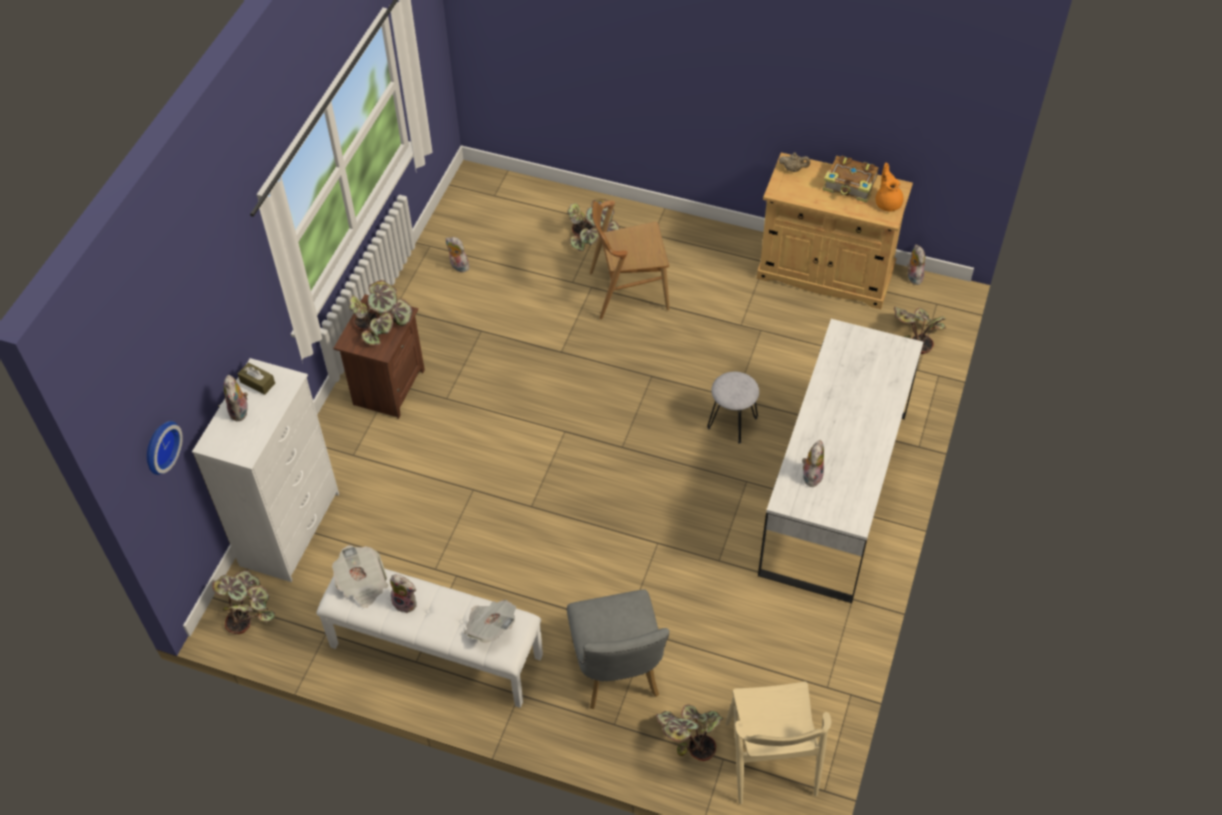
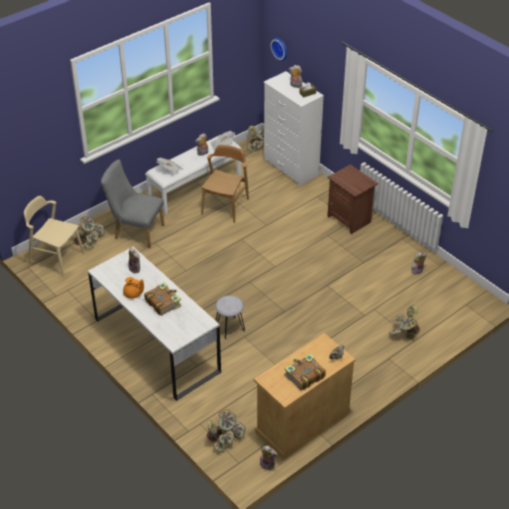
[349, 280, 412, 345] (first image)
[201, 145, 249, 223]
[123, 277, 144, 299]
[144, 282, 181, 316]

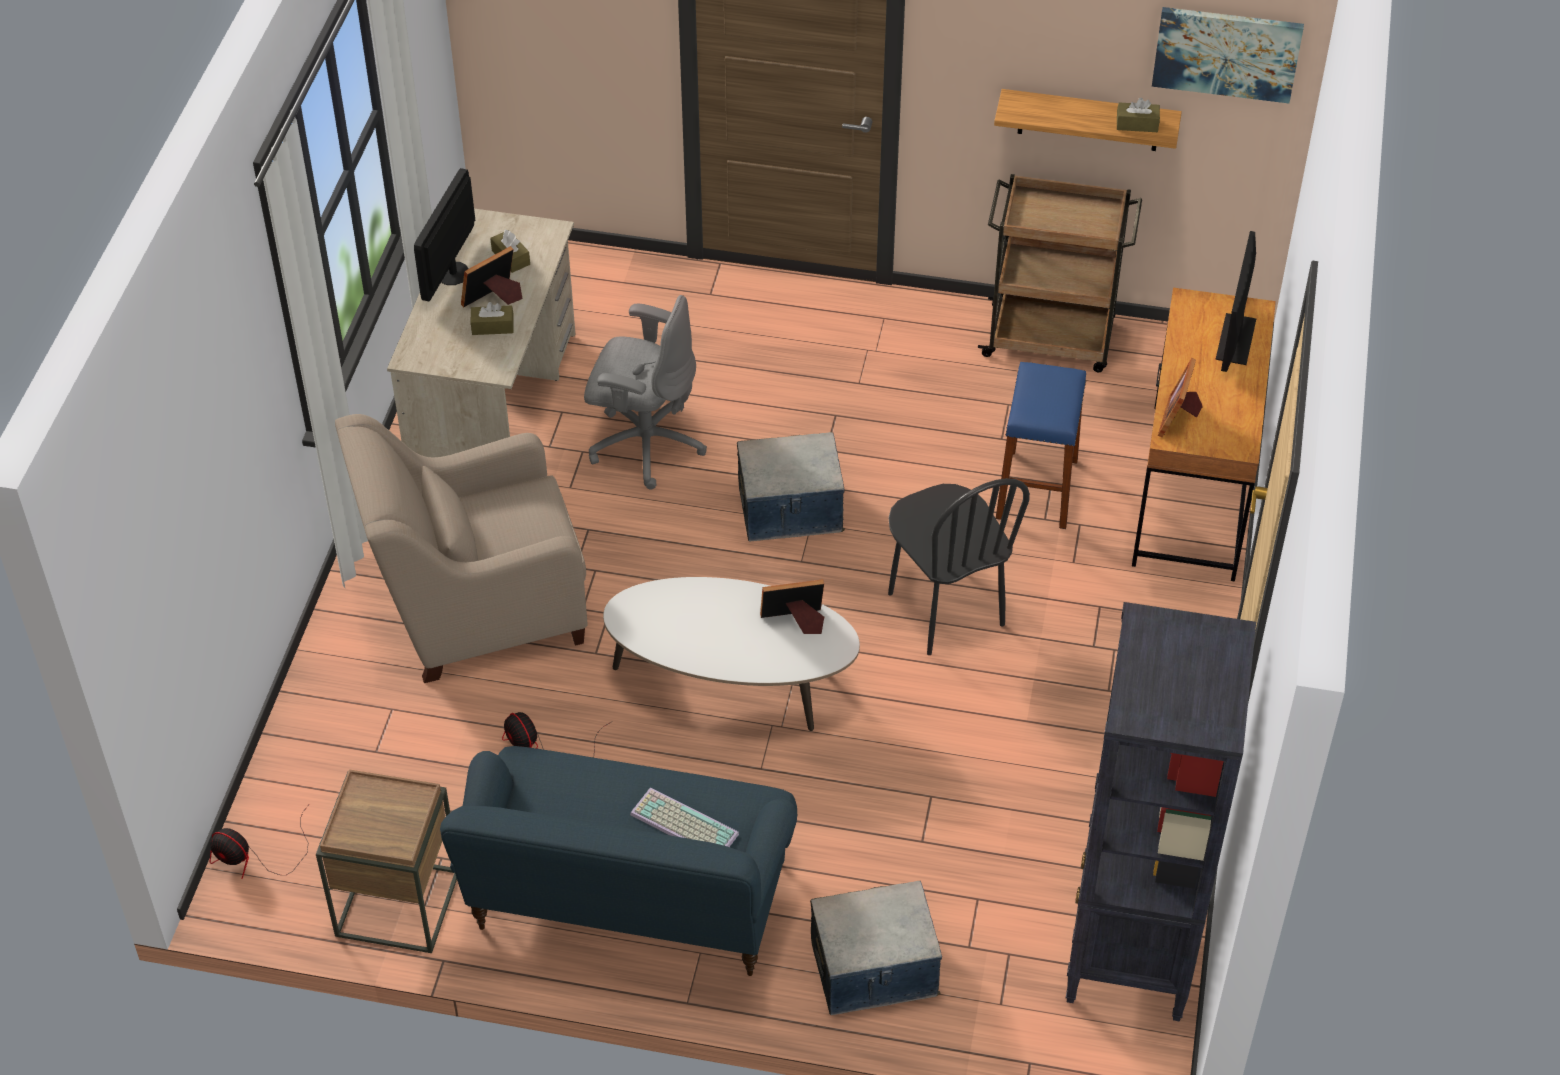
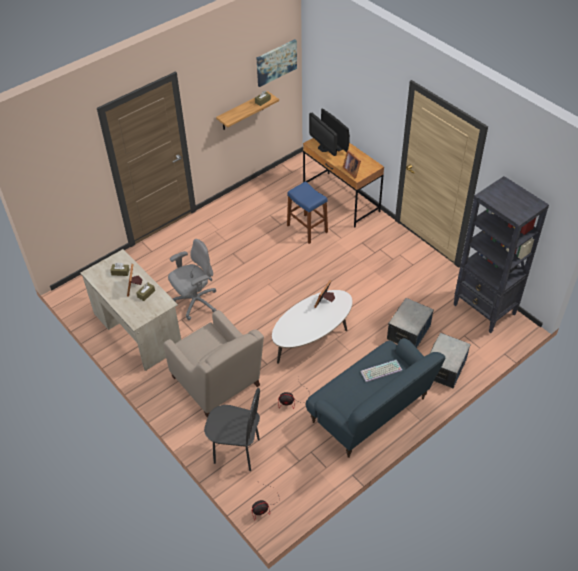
[316, 769, 457, 953] (first image)
[164, 310, 264, 418]
[309, 112, 337, 156]
[387, 298, 434, 348]
[204, 388, 260, 471]
[978, 174, 1142, 372] (first image)

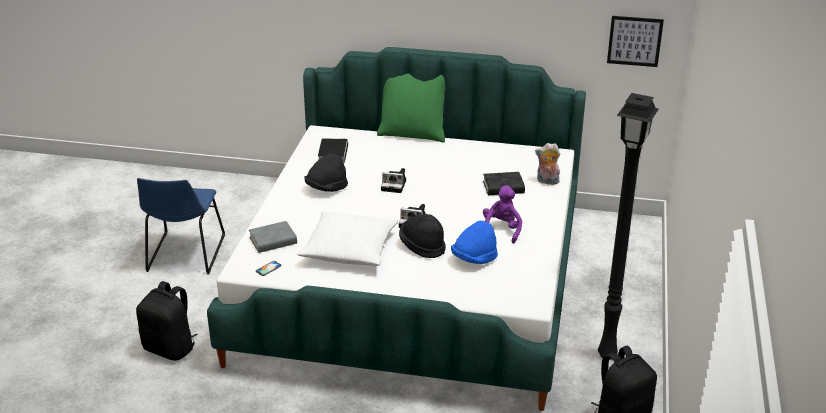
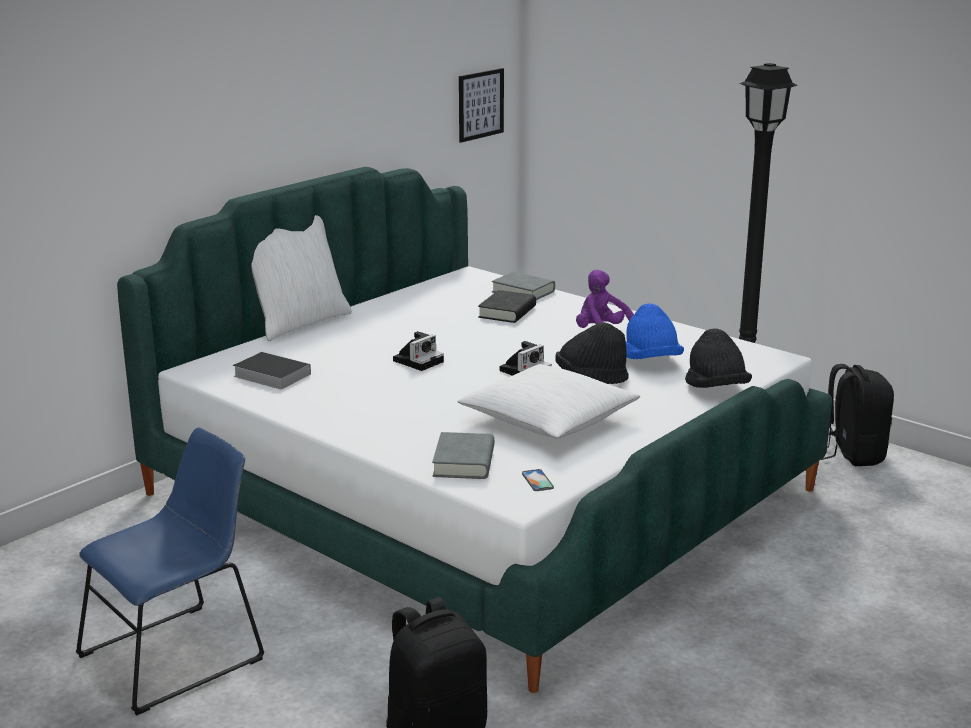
[76, 427, 264, 715]
[685, 328, 752, 388]
[251, 215, 352, 341]
[492, 272, 555, 300]

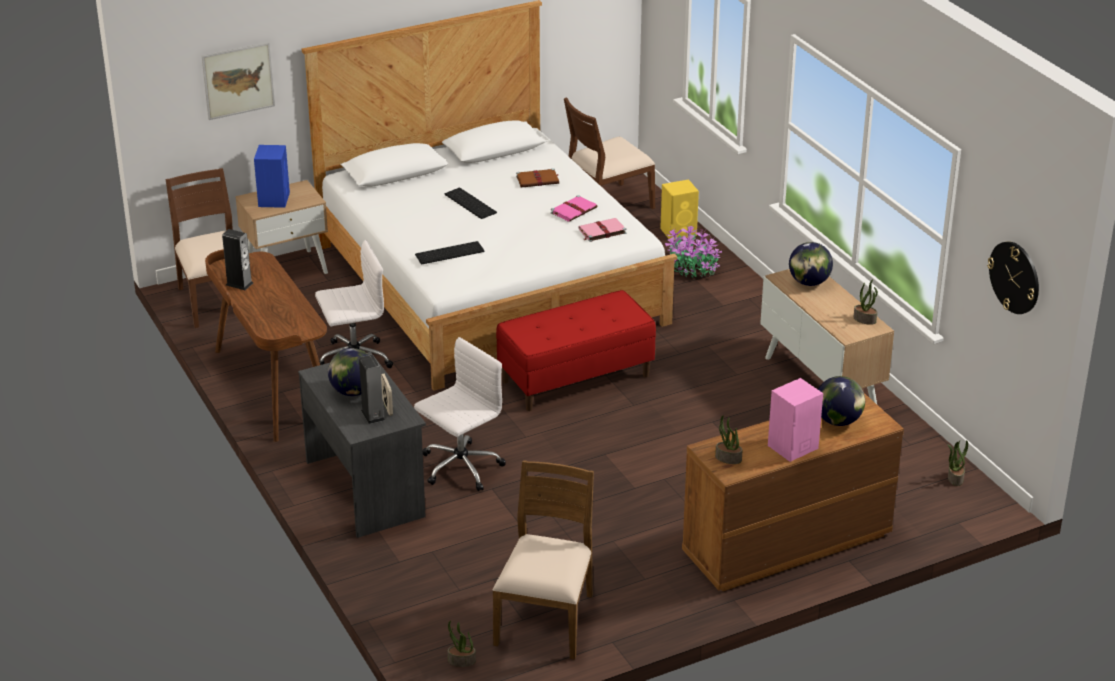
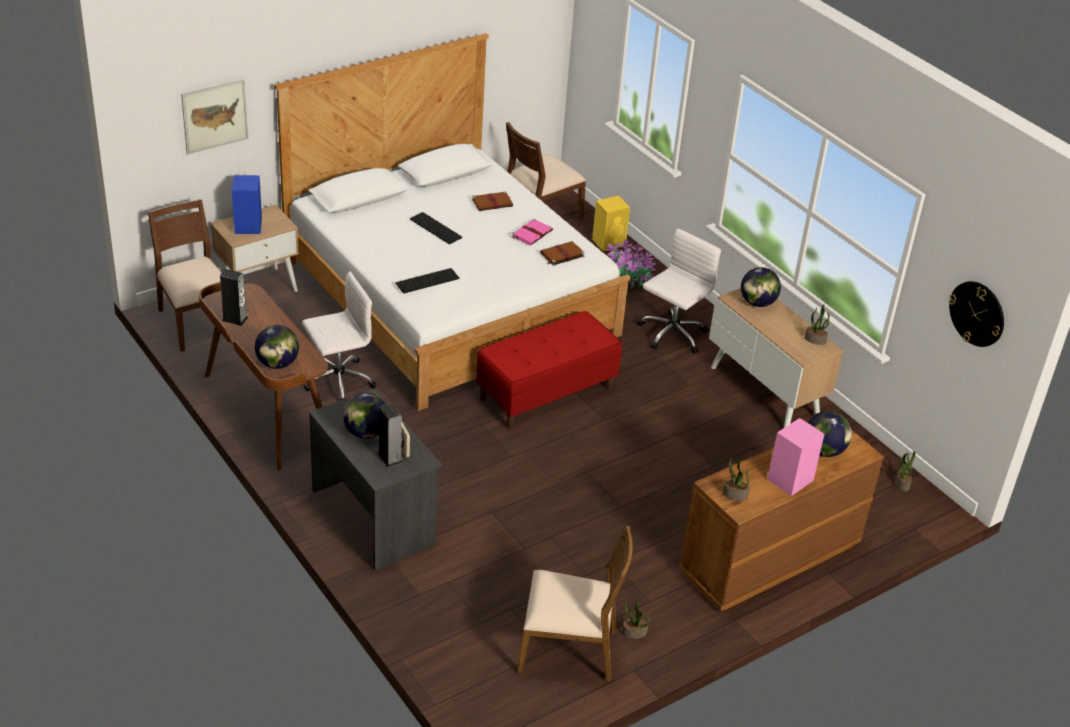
[638, 228, 721, 353]
[622, 599, 650, 639]
[517, 526, 633, 682]
[540, 241, 585, 266]
[255, 325, 299, 369]

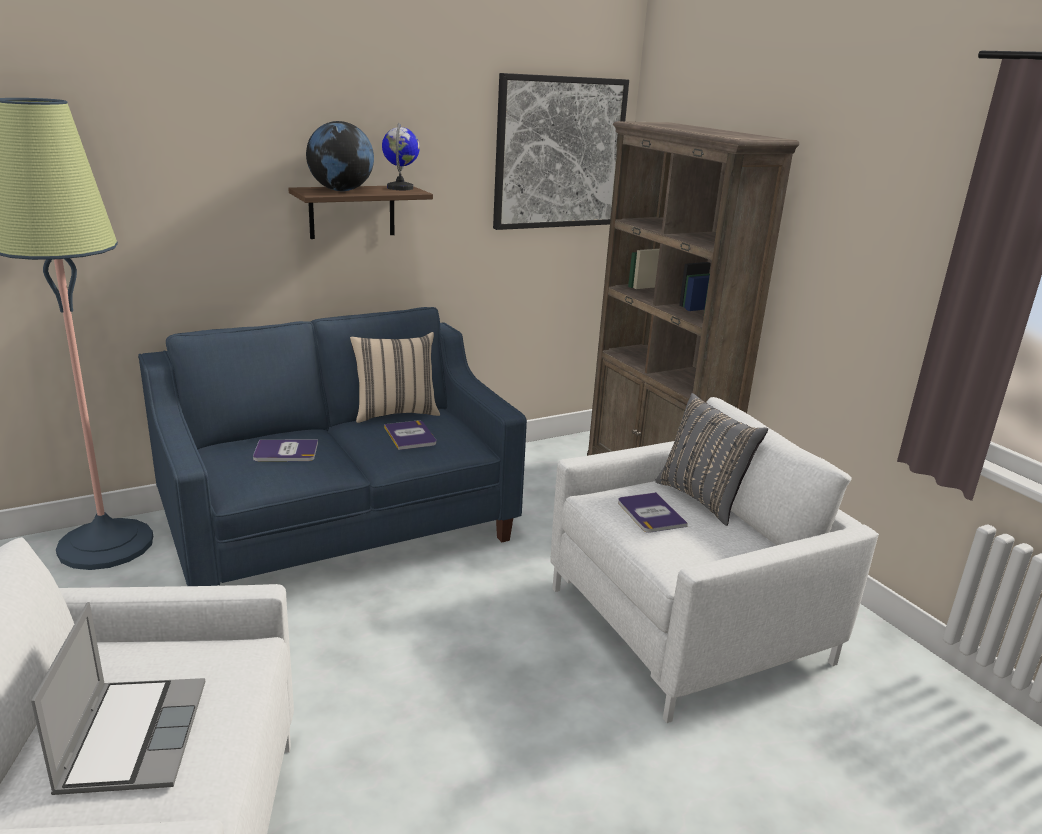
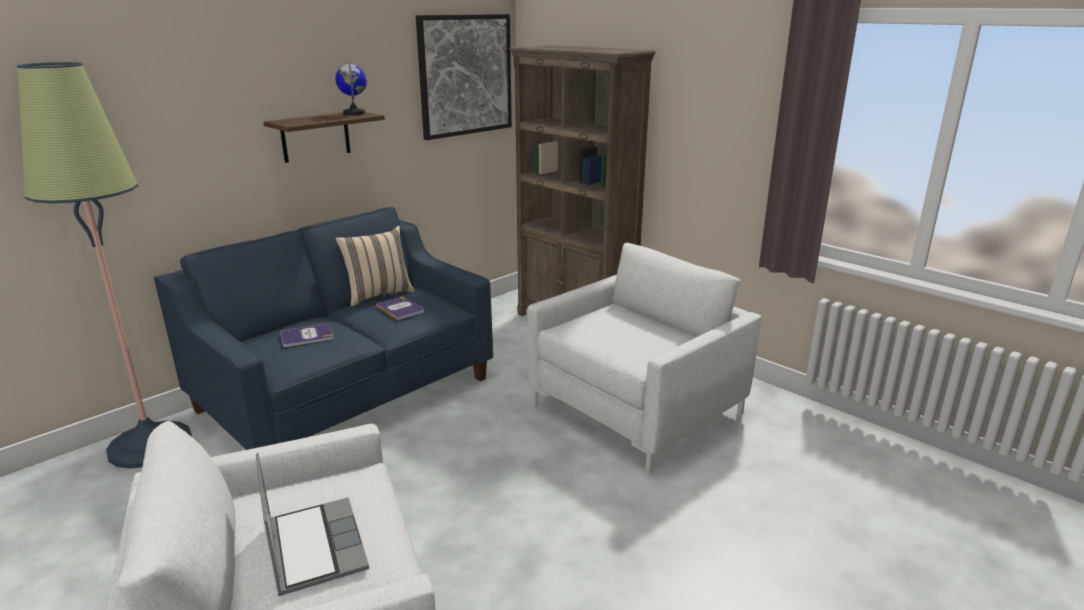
[306, 121, 374, 191] (first image)
[618, 492, 688, 533] (first image)
[655, 393, 768, 526] (first image)

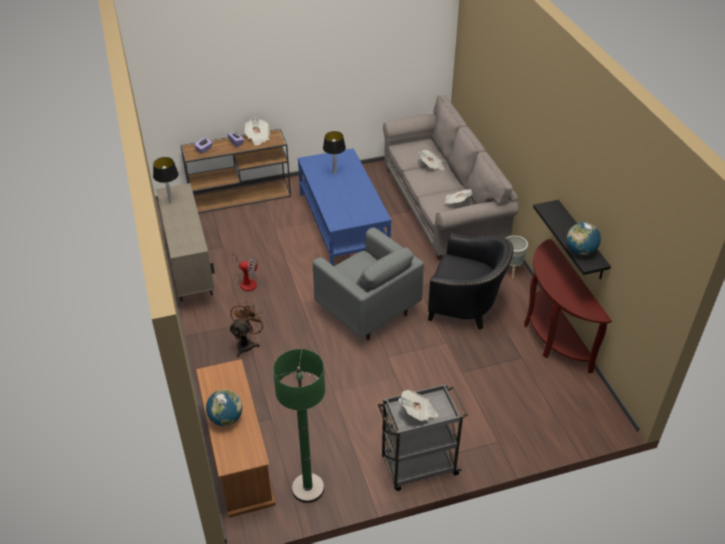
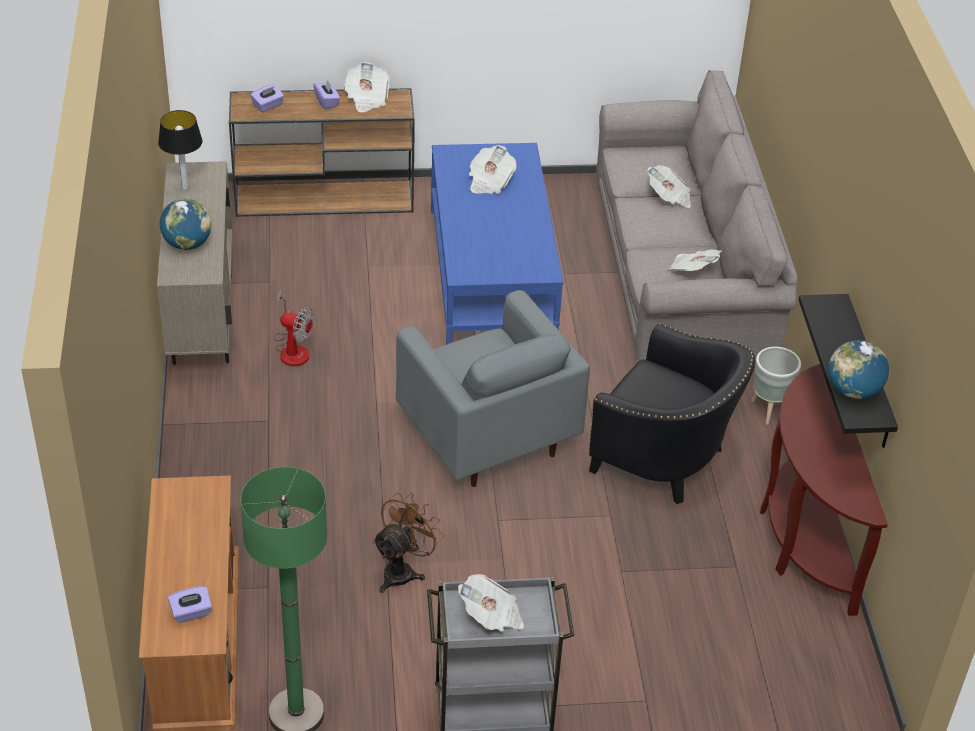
[160, 198, 212, 250]
[372, 493, 444, 593]
[469, 145, 517, 194]
[168, 586, 212, 623]

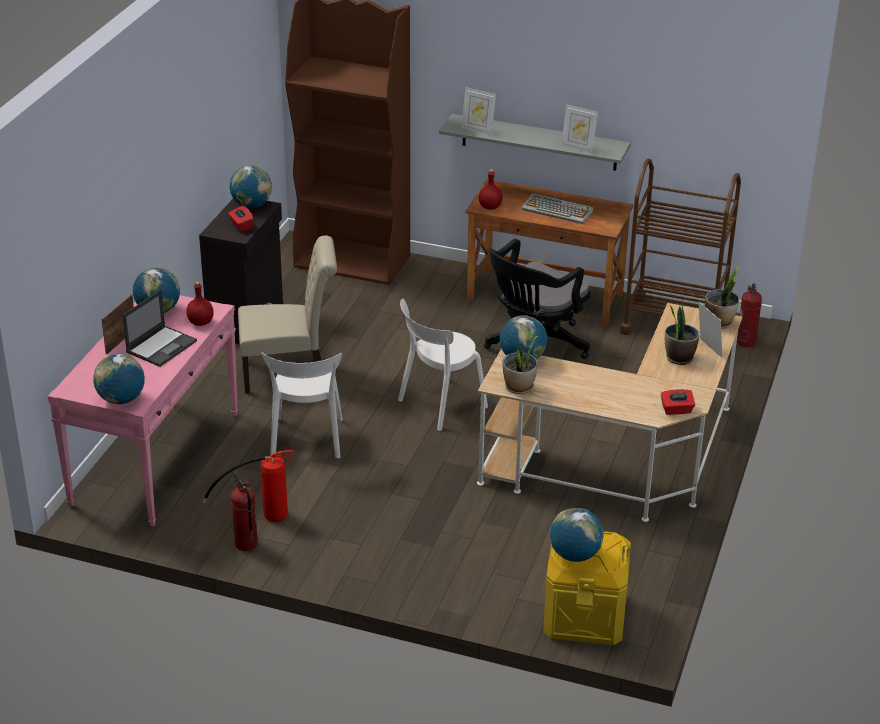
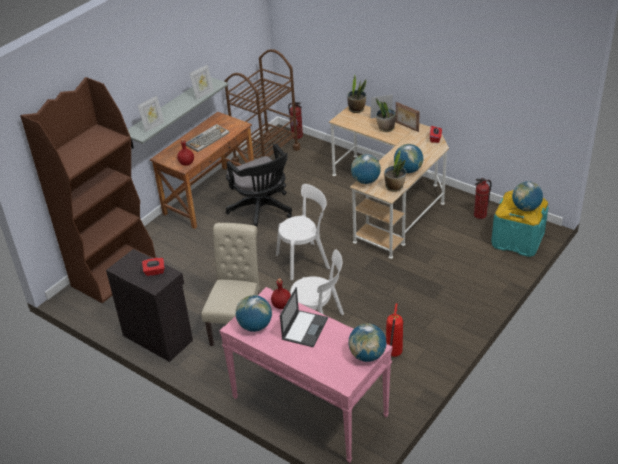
[396, 102, 420, 132]
[280, 287, 328, 347]
[394, 144, 423, 173]
[474, 178, 492, 219]
[276, 184, 330, 280]
[491, 190, 549, 257]

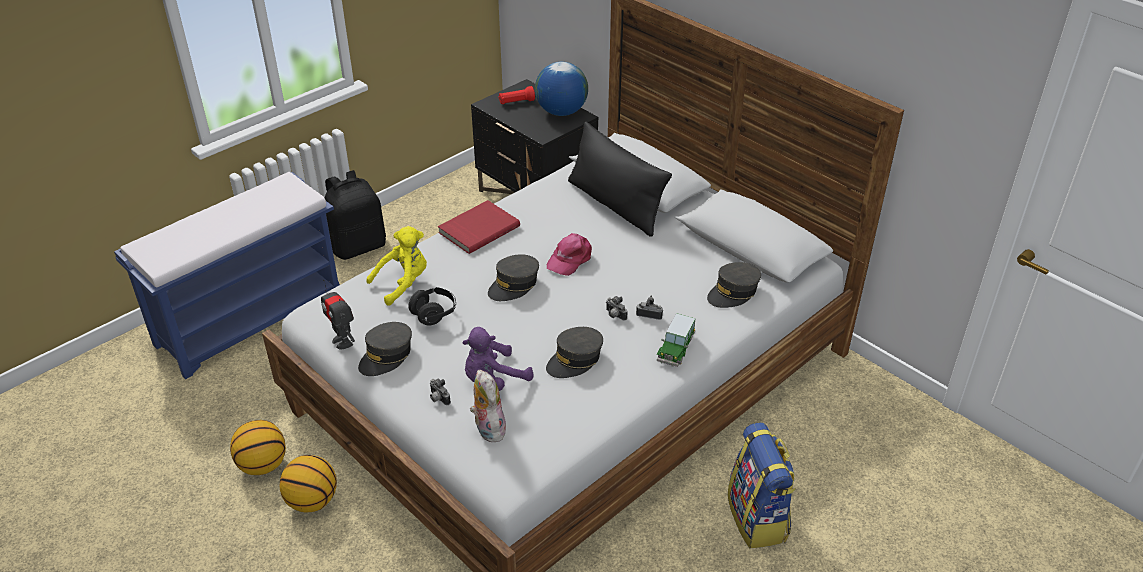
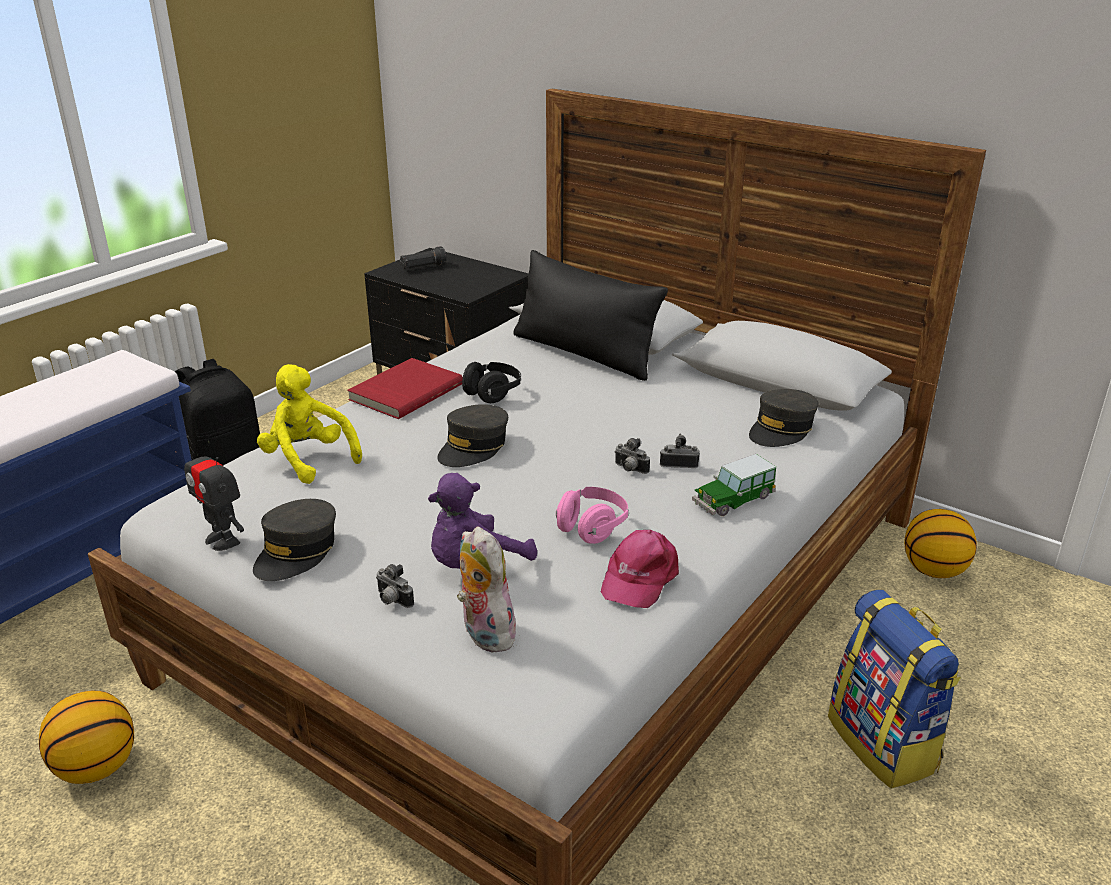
[904, 509, 977, 578]
[257, 364, 362, 484]
[462, 362, 521, 403]
[400, 246, 447, 269]
[535, 62, 588, 116] (first image)
[556, 487, 629, 544]
[601, 530, 679, 608]
[692, 454, 776, 516]

